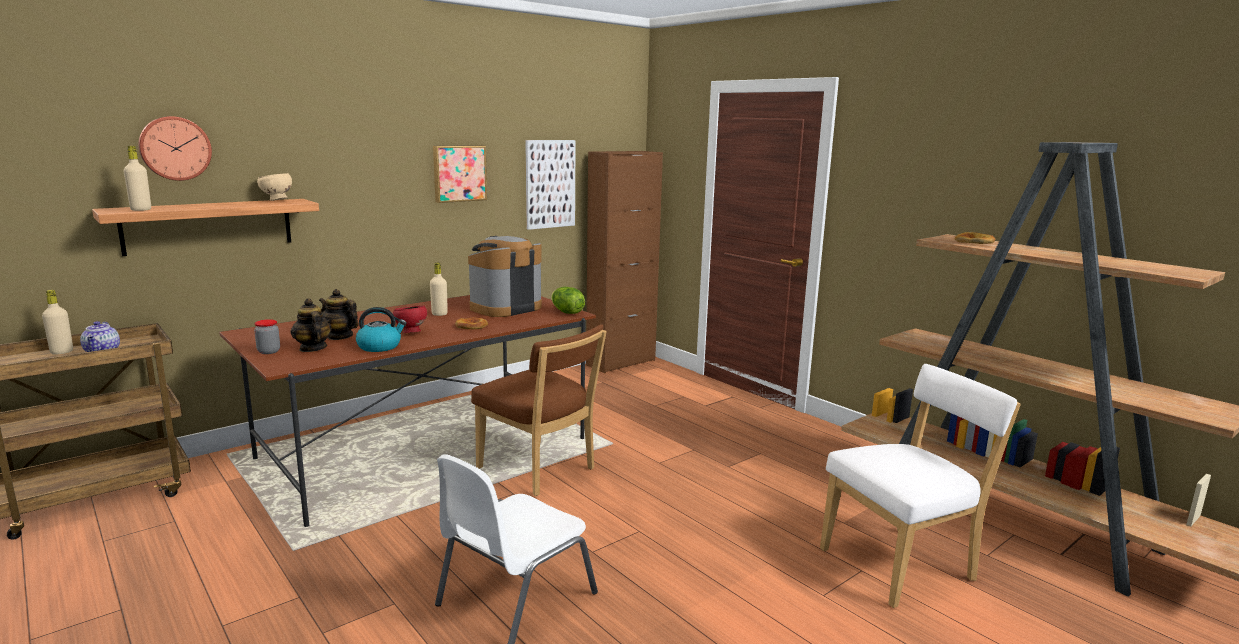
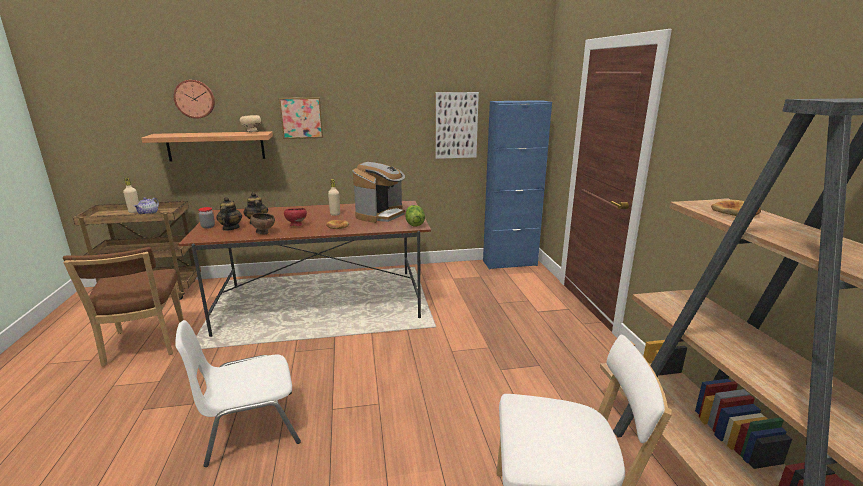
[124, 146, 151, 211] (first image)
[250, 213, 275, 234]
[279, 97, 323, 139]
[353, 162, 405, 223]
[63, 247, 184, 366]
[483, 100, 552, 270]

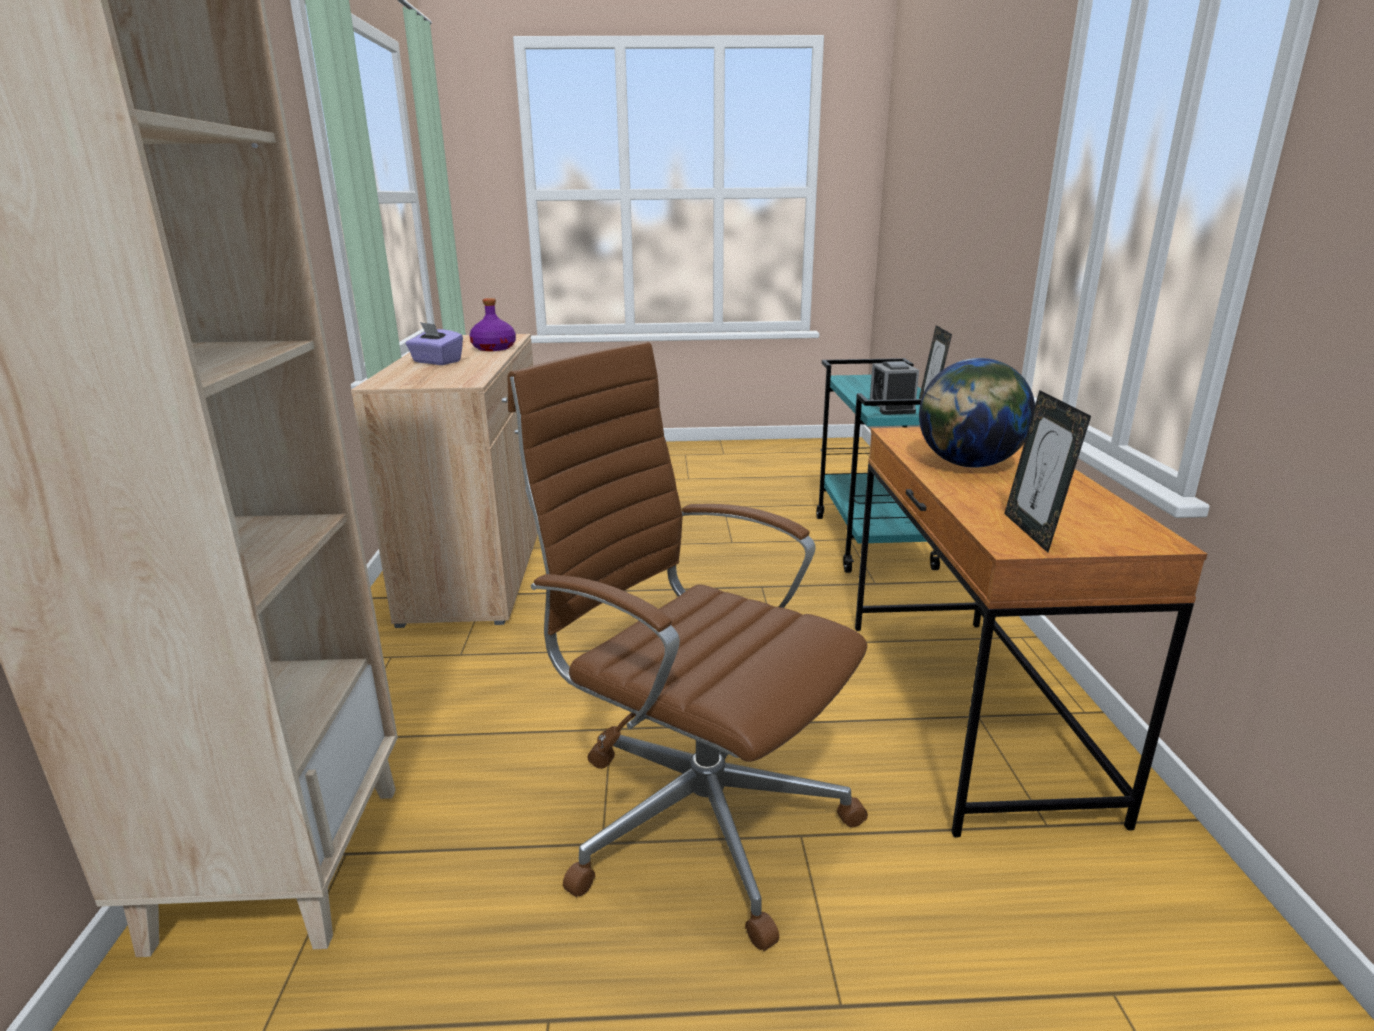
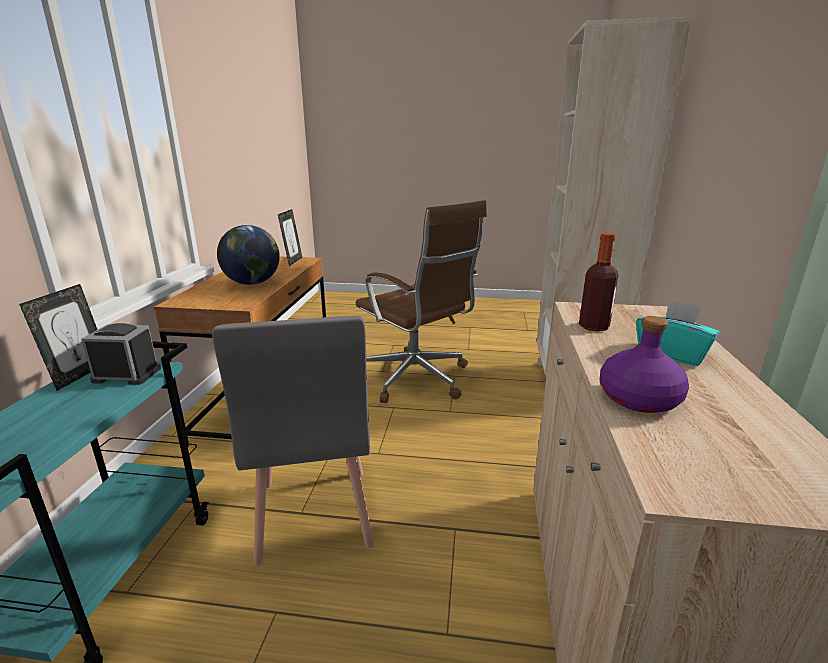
[636, 299, 720, 366]
[81, 323, 161, 385]
[212, 316, 374, 566]
[579, 233, 618, 331]

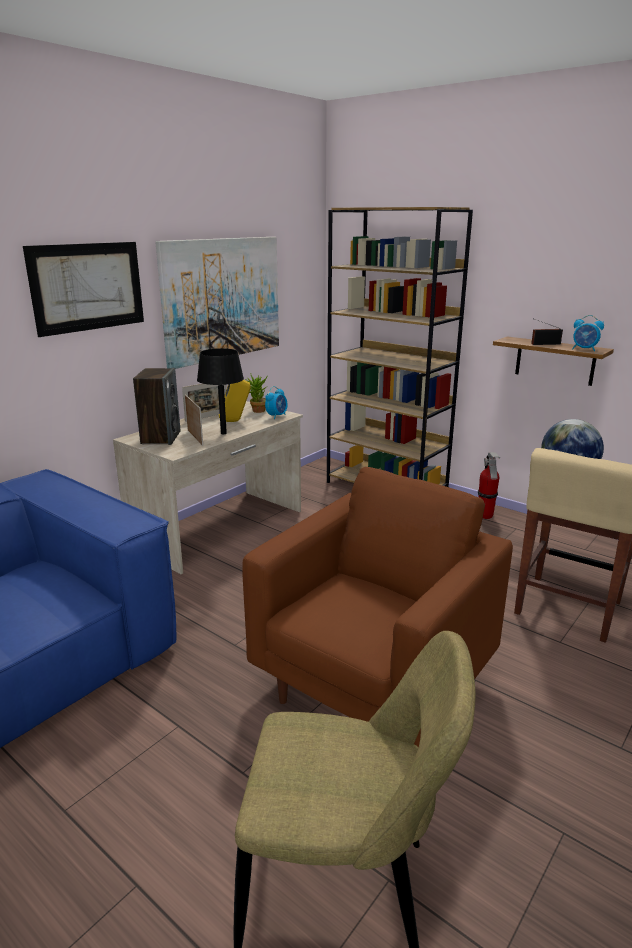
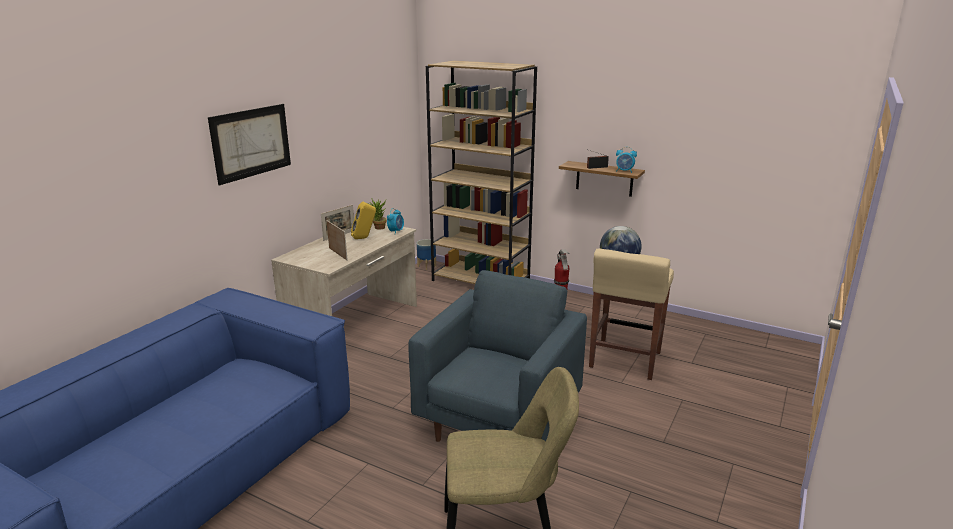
[133, 368, 181, 445] (first image)
[155, 237, 279, 369] (first image)
[197, 348, 244, 434] (first image)
[408, 270, 587, 442]
[417, 239, 436, 270]

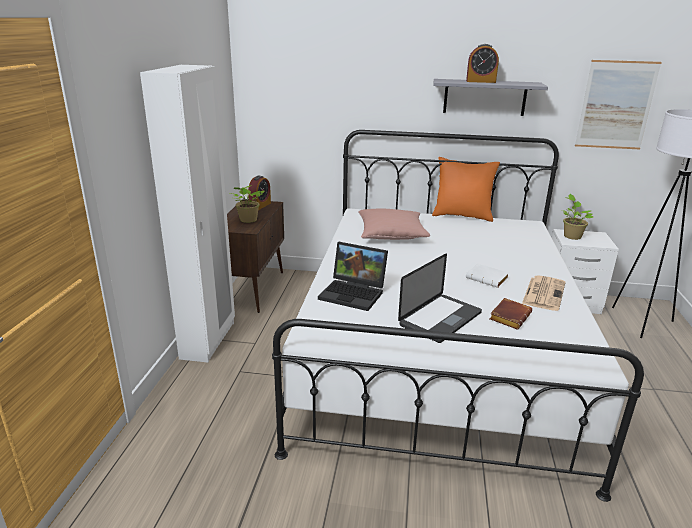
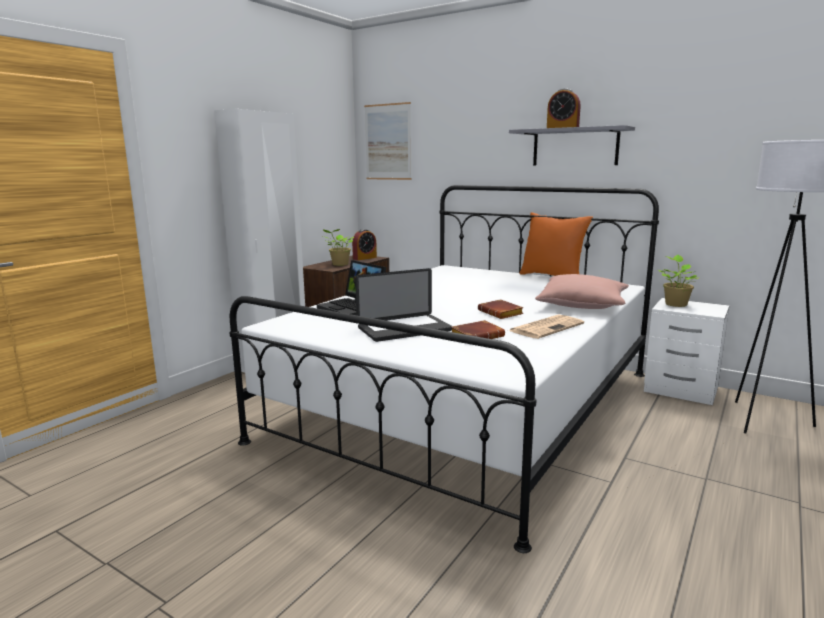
[535, 274, 629, 309]
[478, 299, 524, 319]
[364, 102, 411, 180]

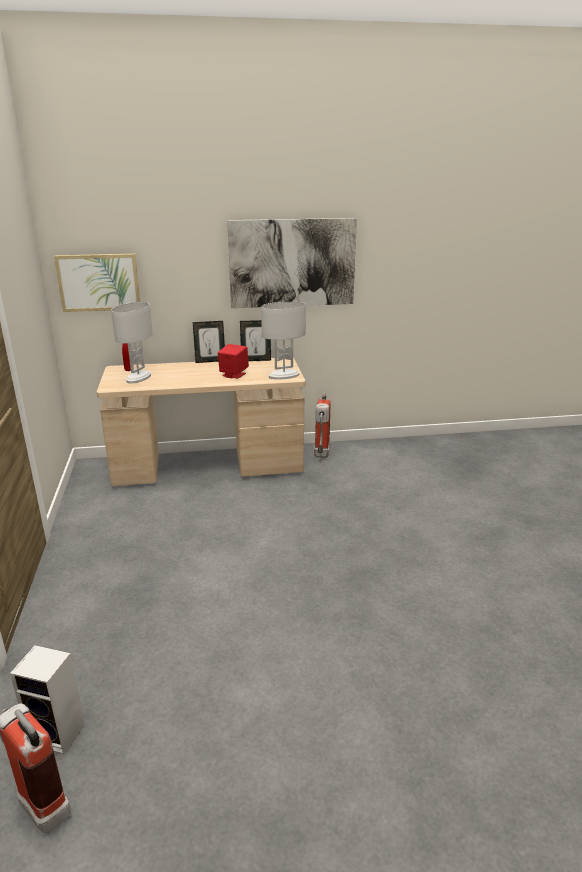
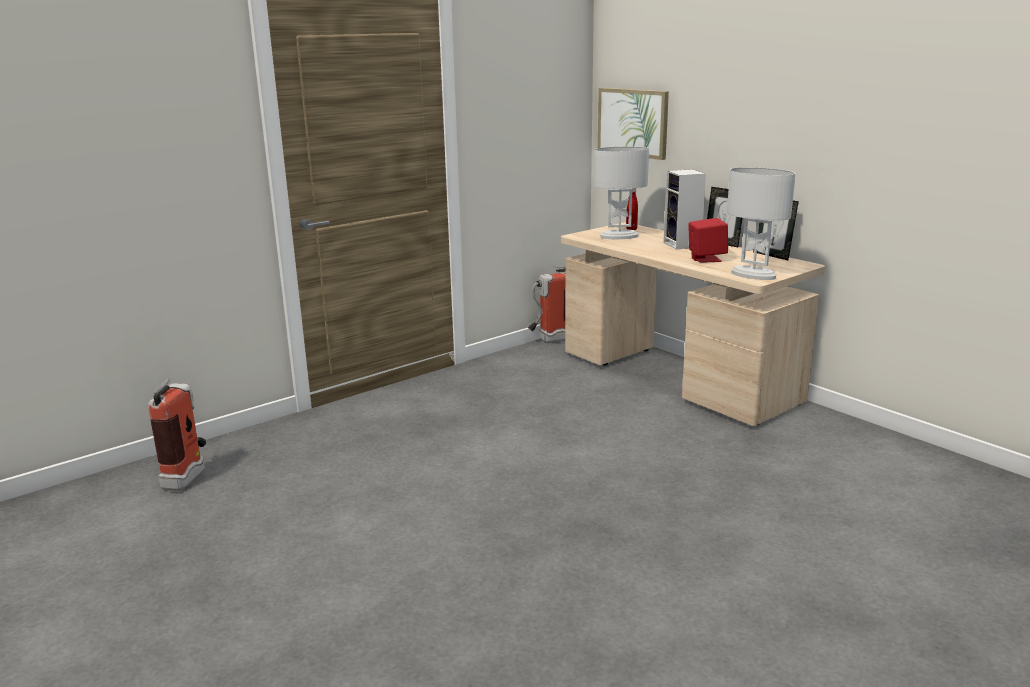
[663, 169, 706, 249]
[227, 218, 357, 308] (first image)
[528, 266, 565, 343]

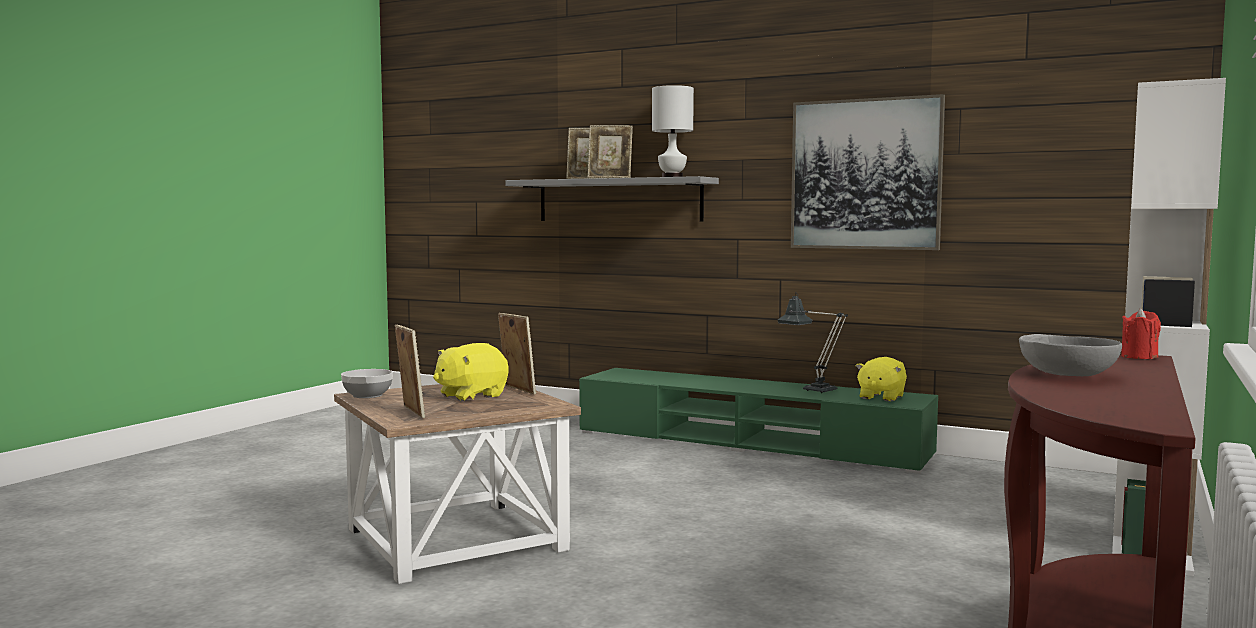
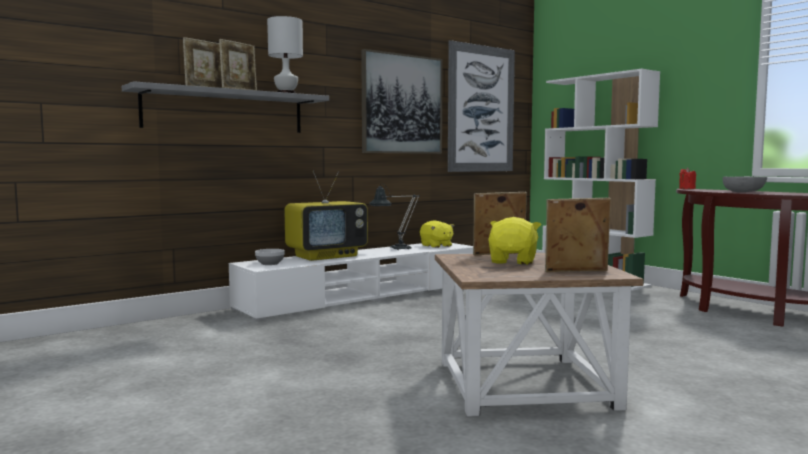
[255, 249, 285, 265]
[488, 217, 541, 265]
[229, 243, 473, 321]
[284, 171, 368, 261]
[448, 40, 515, 172]

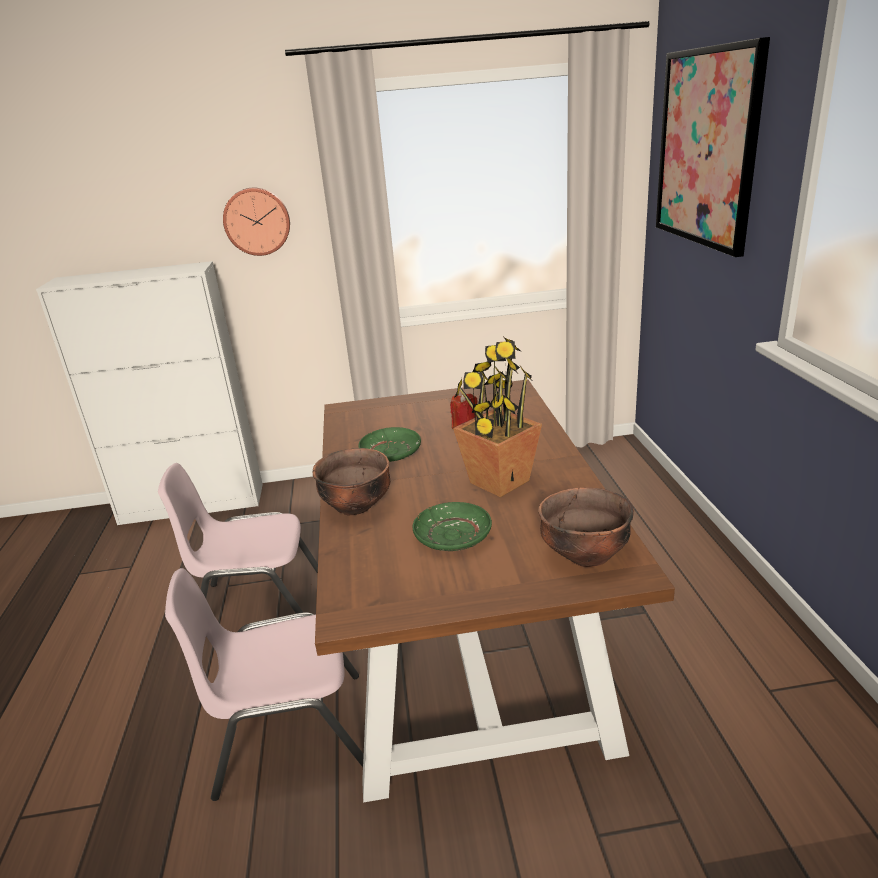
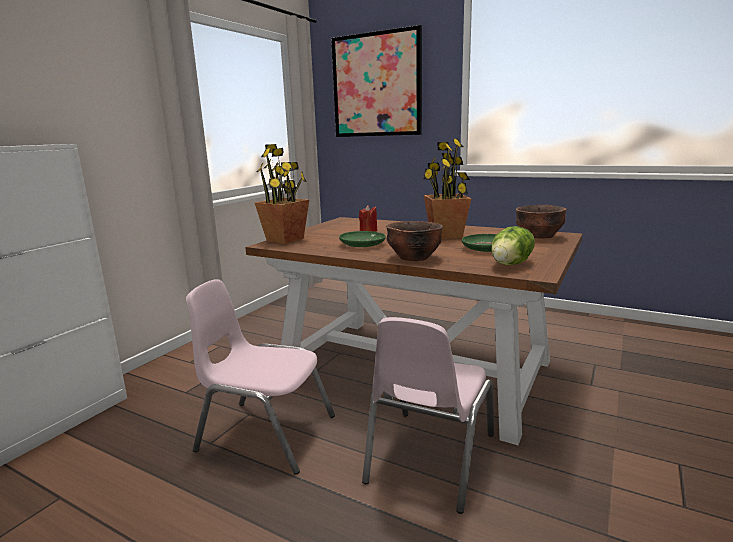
[186, 279, 335, 475]
[223, 188, 290, 256] (first image)
[255, 144, 309, 244]
[491, 226, 535, 265]

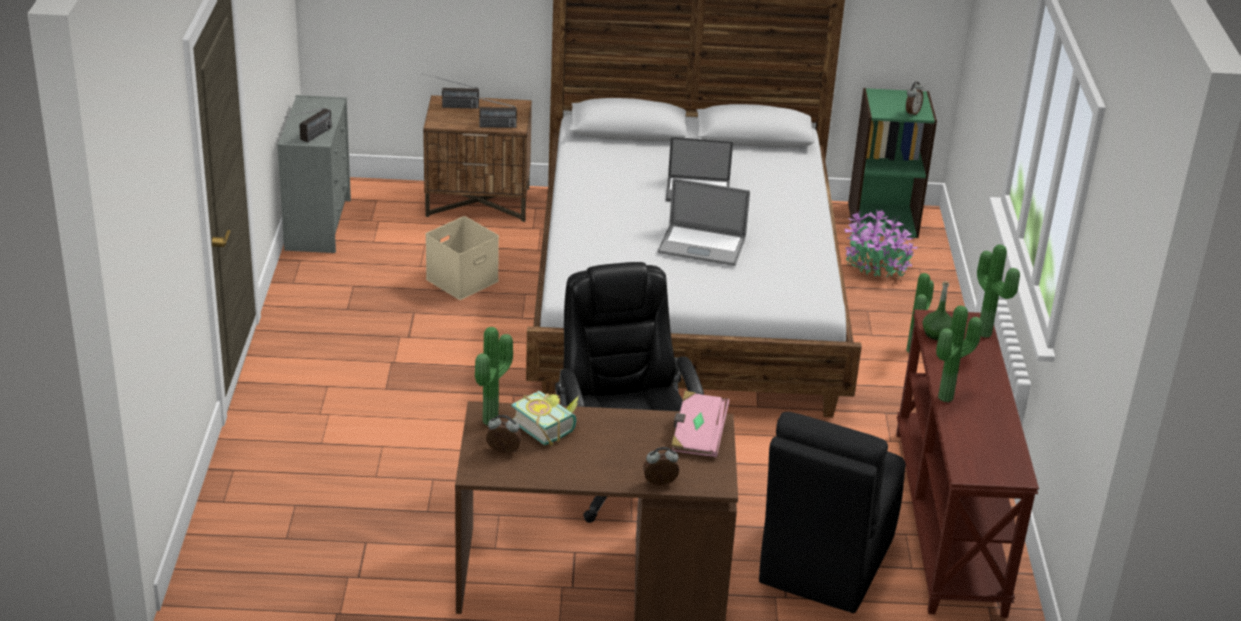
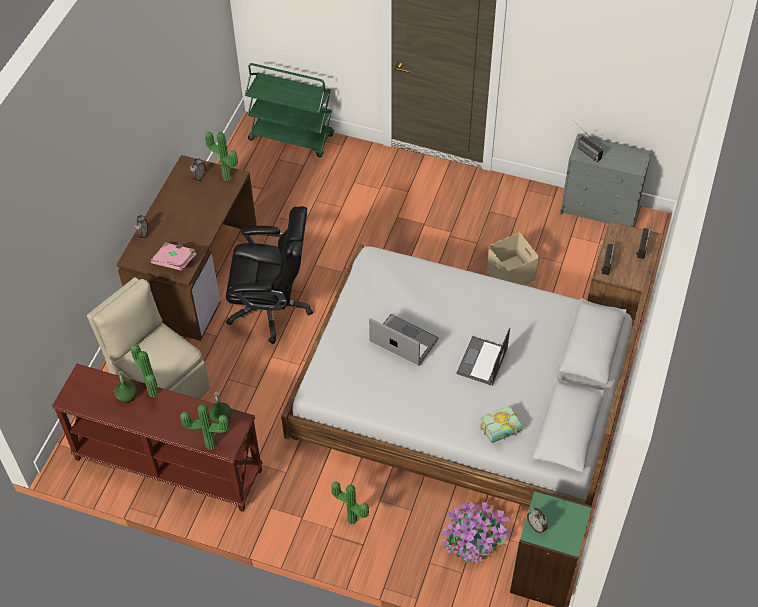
[480, 405, 522, 443]
[369, 314, 439, 366]
[87, 277, 210, 399]
[114, 371, 137, 403]
[245, 63, 334, 157]

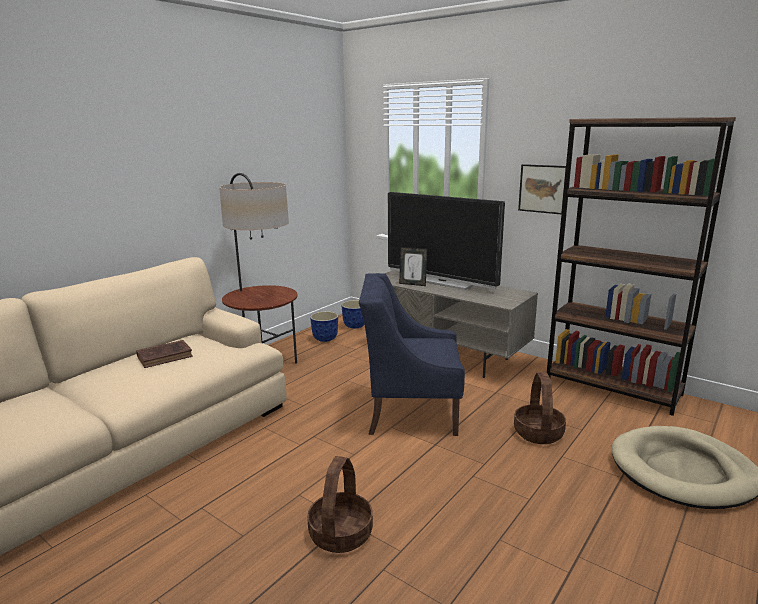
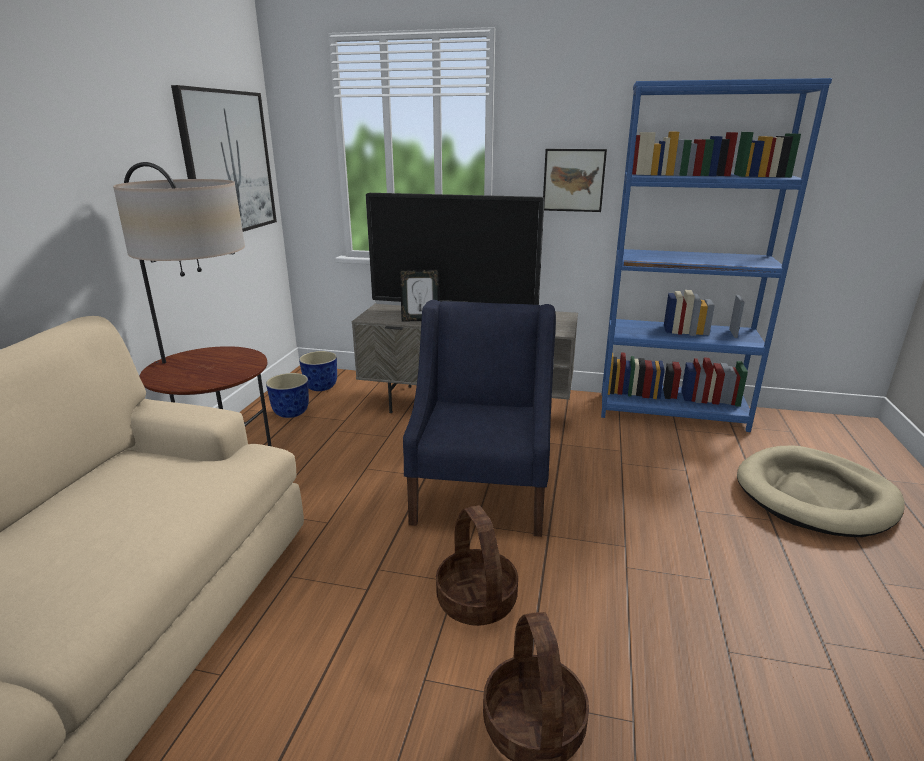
[136, 340, 193, 368] (first image)
[403, 300, 556, 537]
[436, 505, 518, 626]
[601, 78, 832, 432]
[171, 85, 277, 232]

